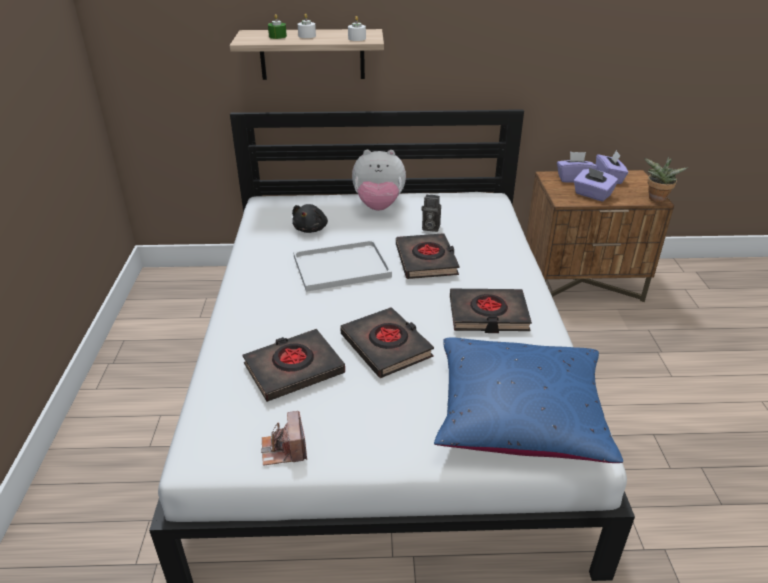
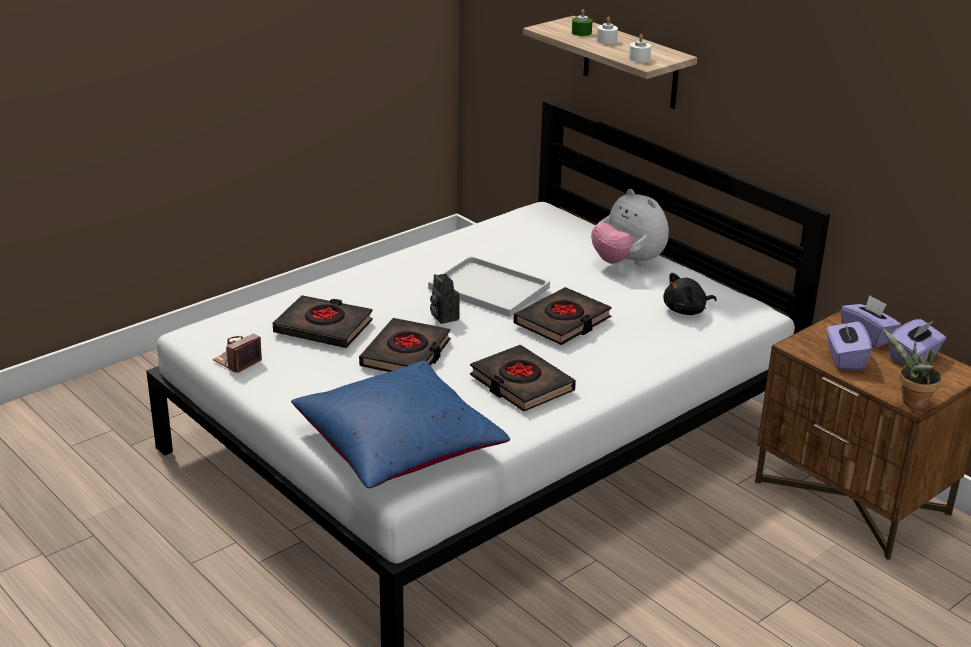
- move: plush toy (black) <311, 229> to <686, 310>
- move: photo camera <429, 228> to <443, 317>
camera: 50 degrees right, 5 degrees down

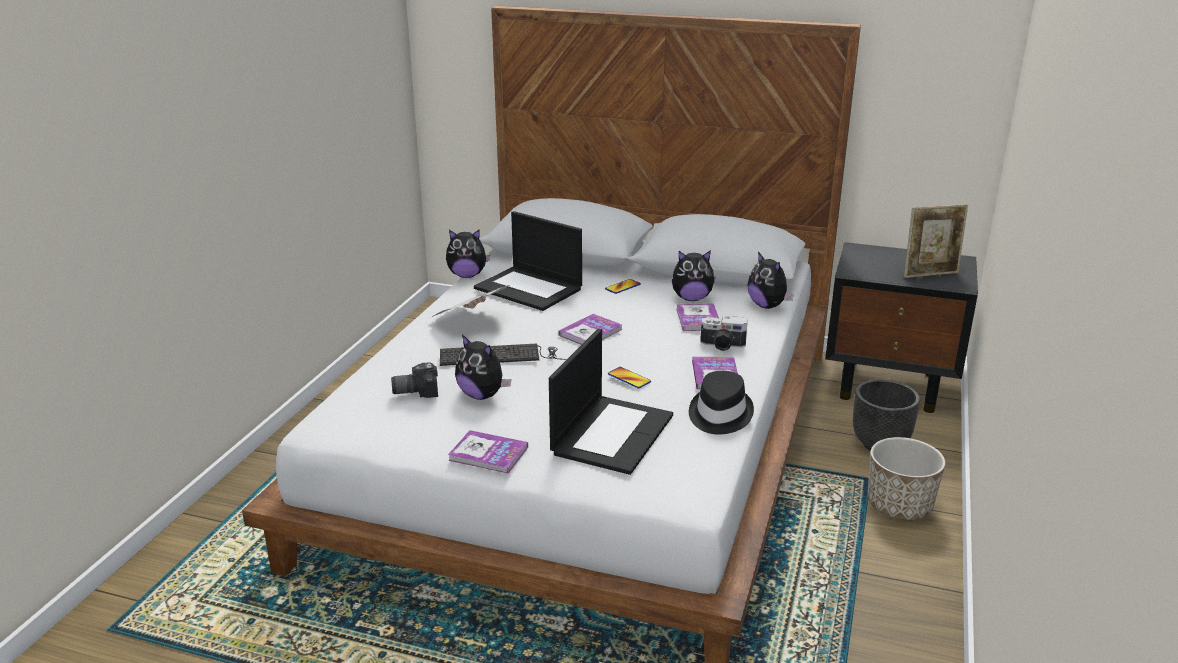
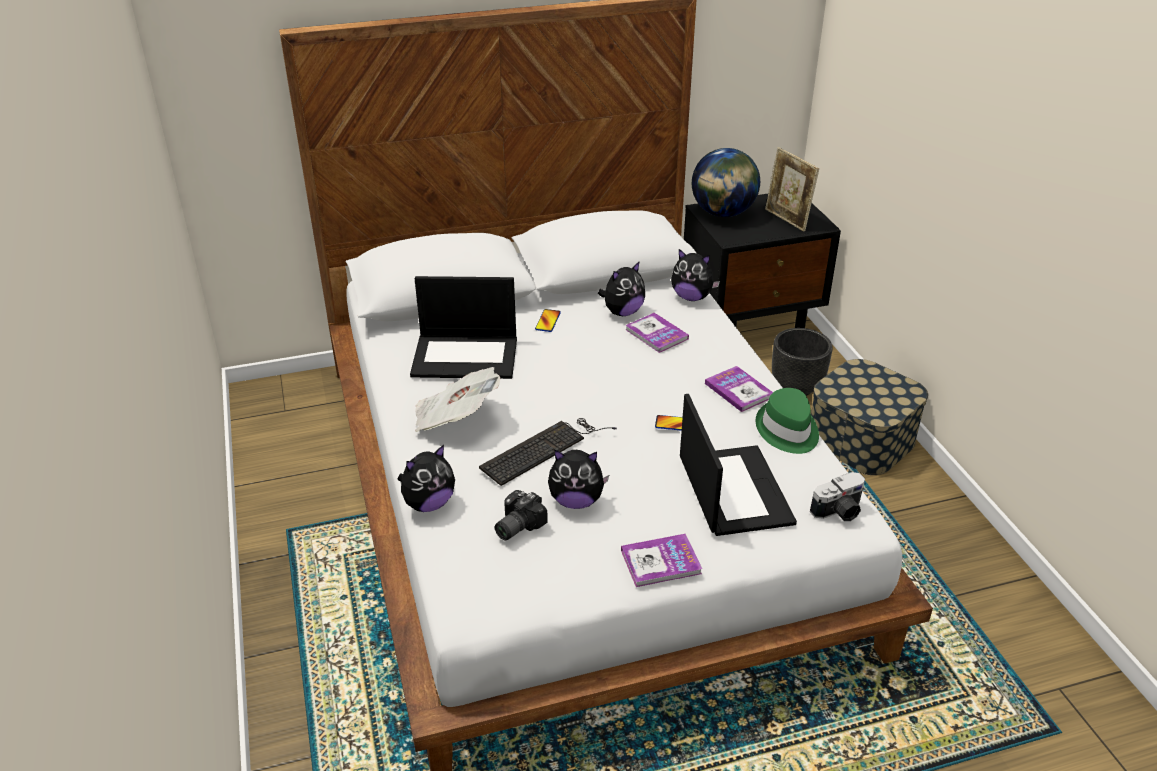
- move: plush toy <467, 275> to <428, 503>
- delete: book <590, 332>
- recolor: hat (black) <719, 414> to hat (green) <787, 430>
- move: photo camera <722, 345> to <839, 512>
- replace: planter <899, 506> to storage box <860, 439>
- rotate: picture frame <930, 274> = <787, 220> 105 degrees clockwise
- insert: globe <723, 213>
camera: 35 degrees left, 10 degrees up

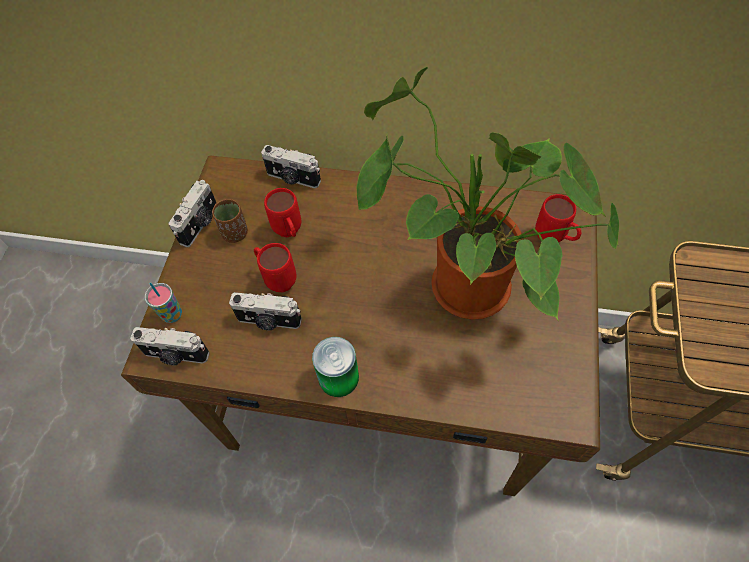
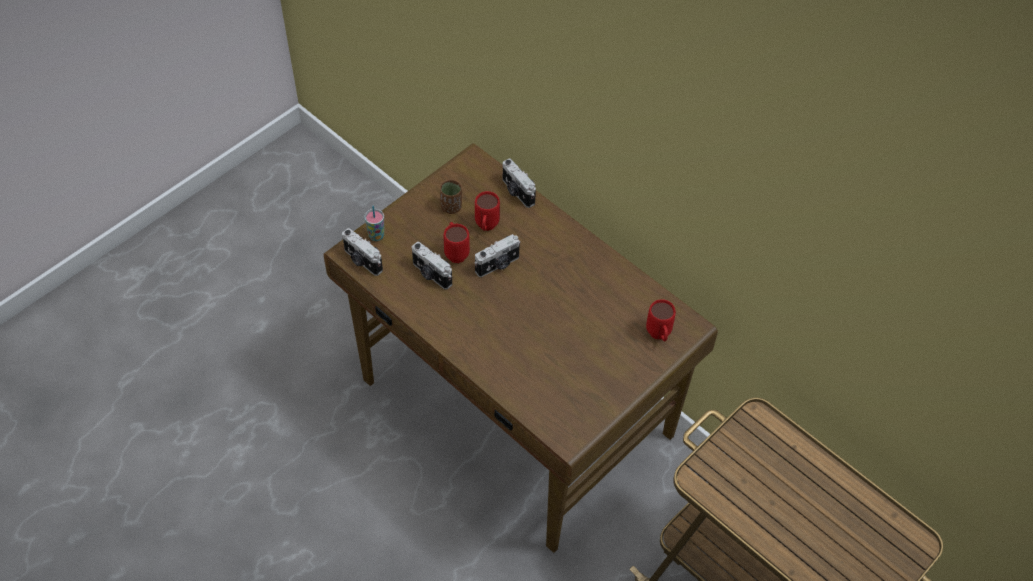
- move: photo camera <200, 224> to <498, 265>
- delete: can <338, 377>
- delete: potted plant <460, 289>
camera: 30 degrees right, 5 degrees down

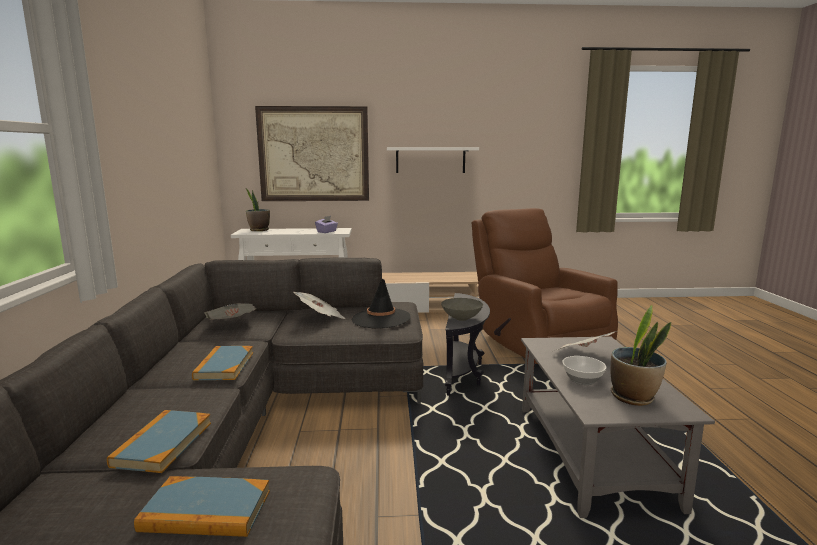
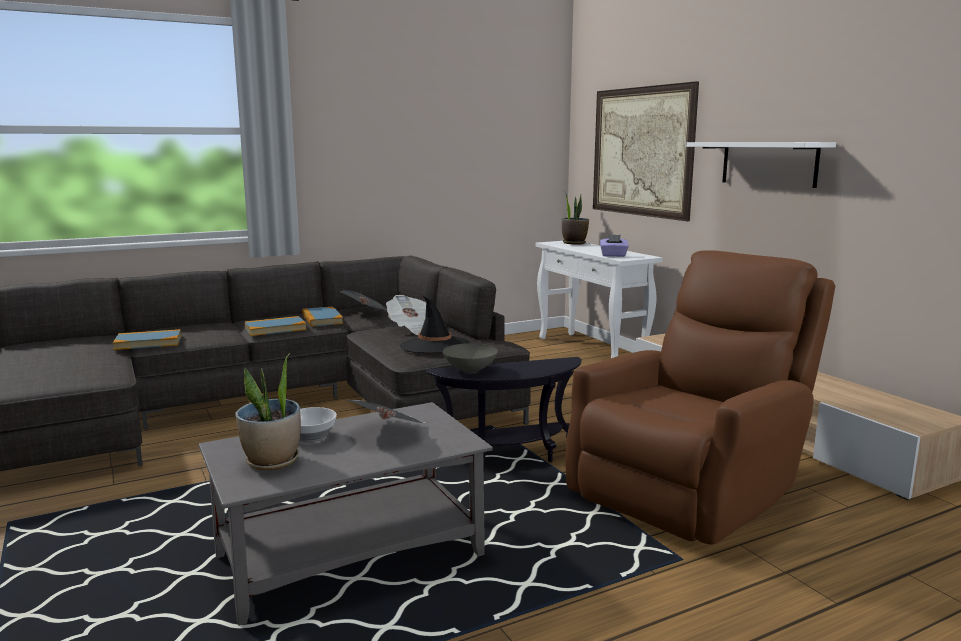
- move: book <206, 511> to <322, 319>
camera: 65 degrees right, 0 degrees up

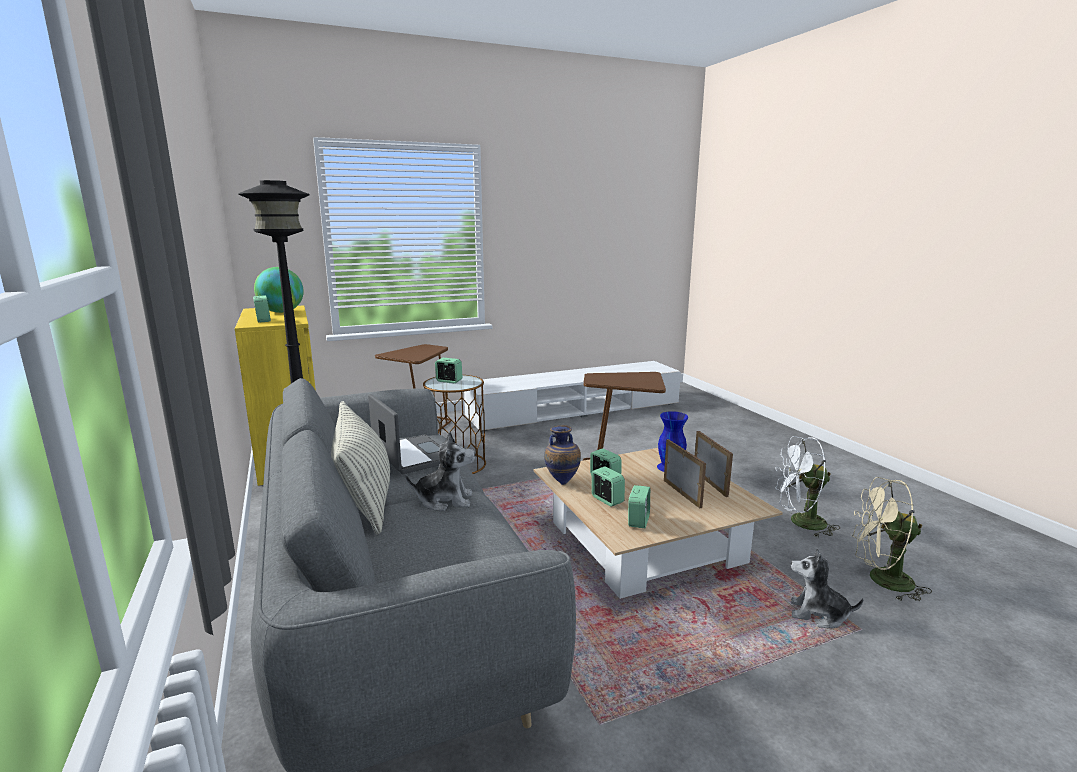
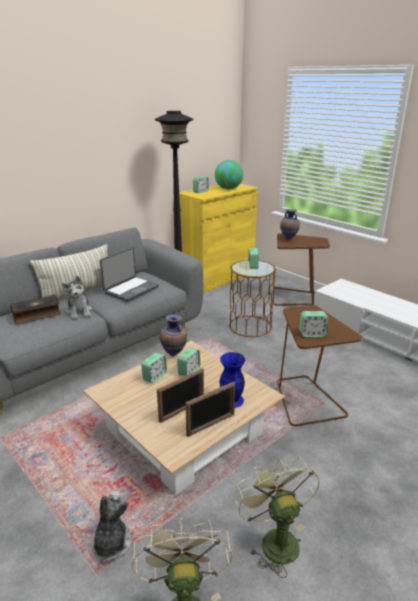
- move: alarm clock <638, 521> to <312, 334>
- recolor: fan (white) <800, 523> to fan (green) <274, 539>
- insert: book <36, 314>
- insert: vase <289, 239>
camera: 70 degrees right, 10 degrees up

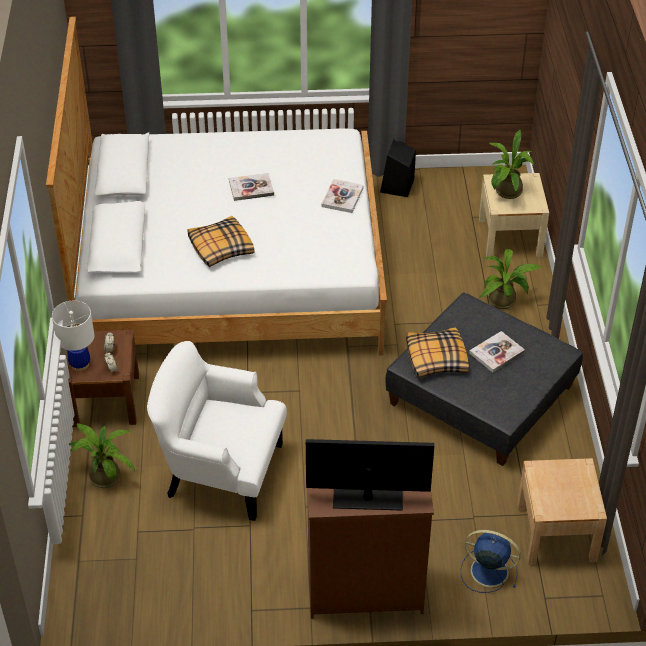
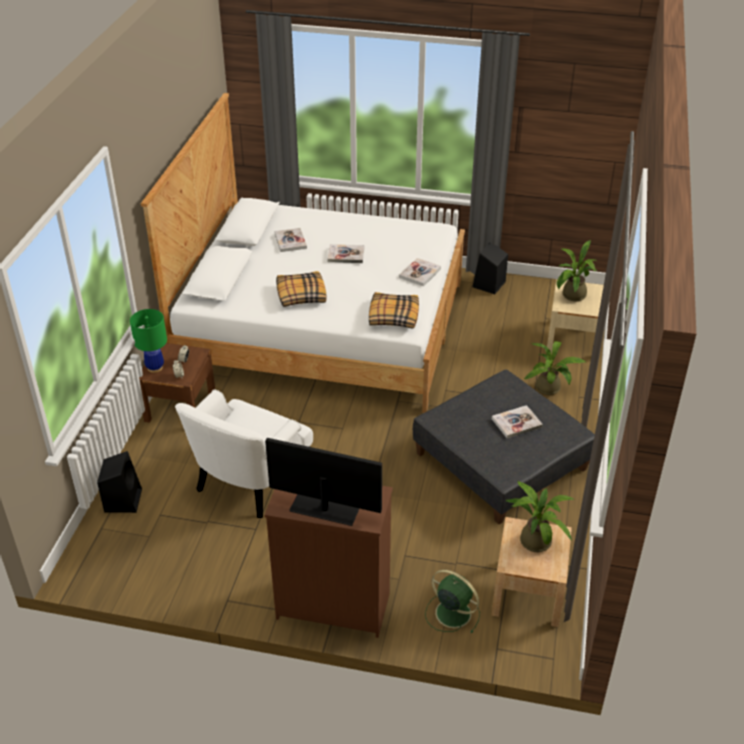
- recolor: table lamp (white) <80, 364> to table lamp (green) <155, 367>
- move: potted plant <104, 474> to <534, 538>
- rotate: armchair (white) <220, 471> = <249, 480> 90 degrees counterclockwise
- move: pillow <436, 359> to <393, 316>
- recolor: fan (blue) <487, 571> to fan (green) <451, 612>
- insert: speaker (black) <123, 499>
- insert: book <290, 241>
camera: 15 degrees right, 5 degrees down

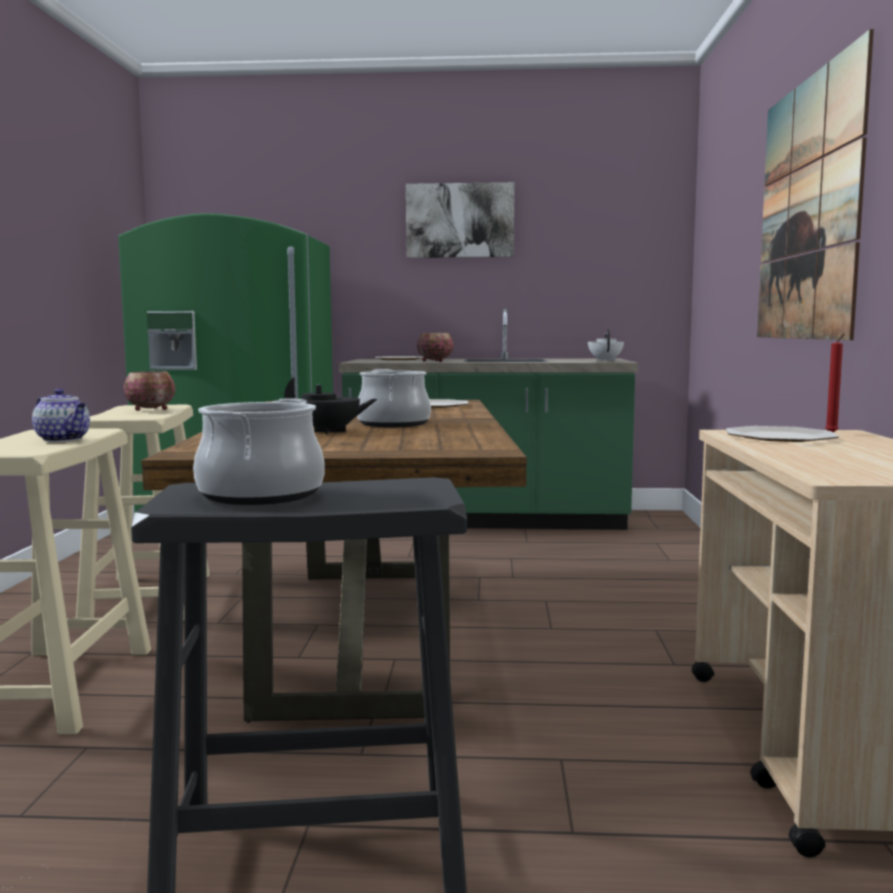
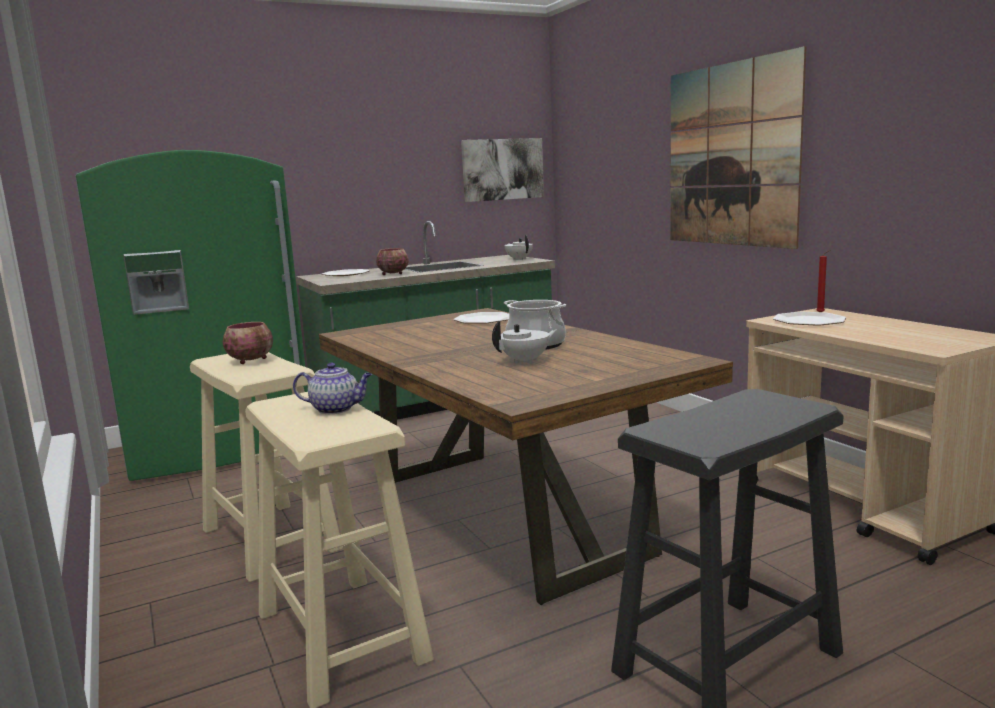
- delete: cooking pot <260, 494>
- recolor: teapot (black) <330, 432> to teapot (white) <526, 361>
- move: picture <460, 220> to <502, 169>
camera: 30 degrees left, 5 degrees up

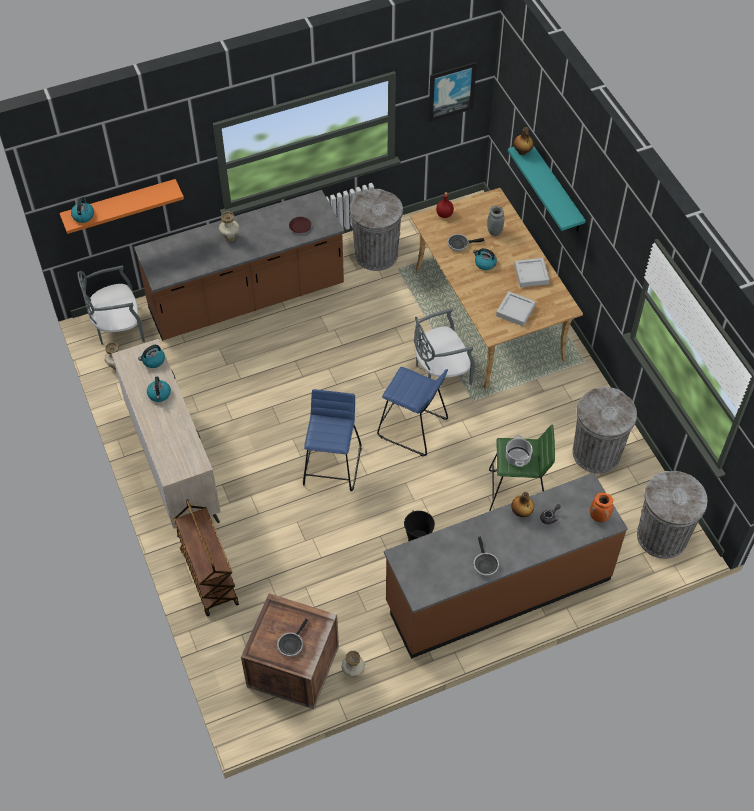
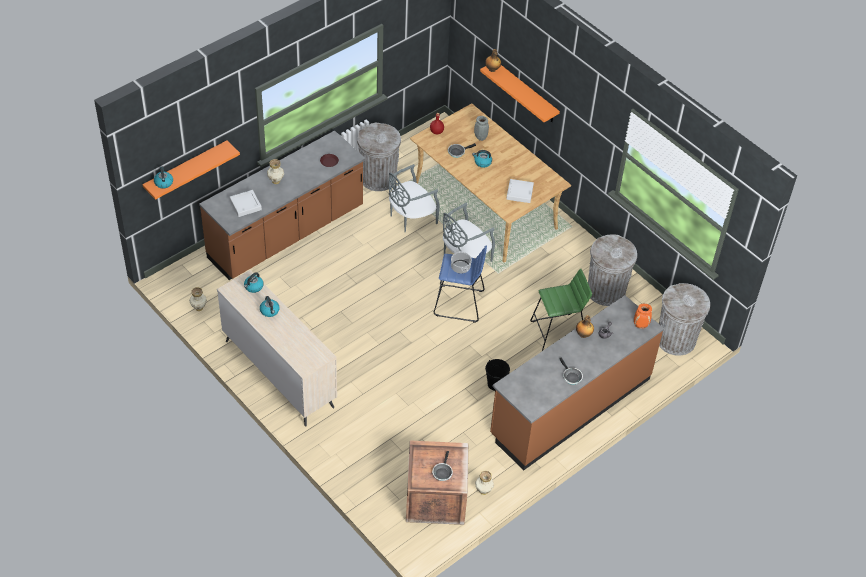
- move: chair (grey) <118, 327> to <411, 217>
- delete: cart (brown) <208, 576>
- delete: stool (blue) <332, 466>
- delete: picture <451, 91>
- move: cooking pot <517, 457> to <460, 267>
- recolor: shelf (turquoise) <556, 188> to shelf (orange) <526, 93>
- move: tray (grey) <531, 274> to <245, 205>
camera: 20 degrees left, 5 degrees down

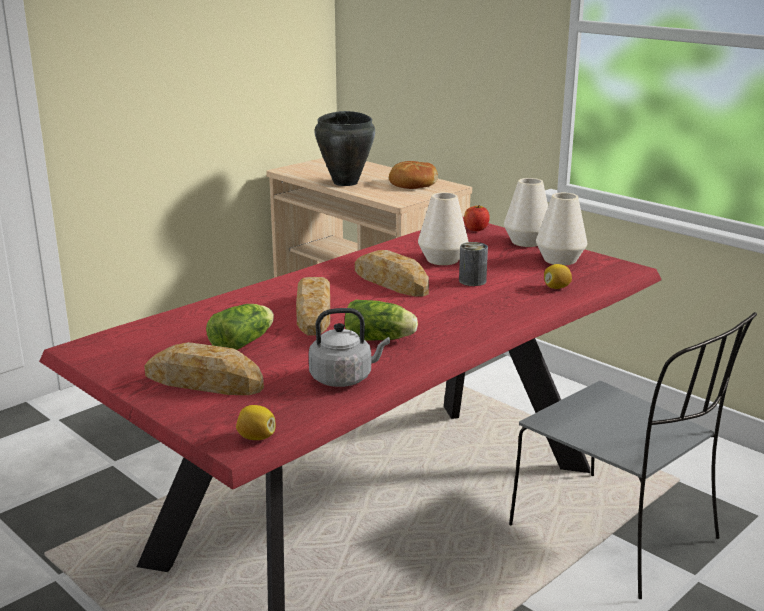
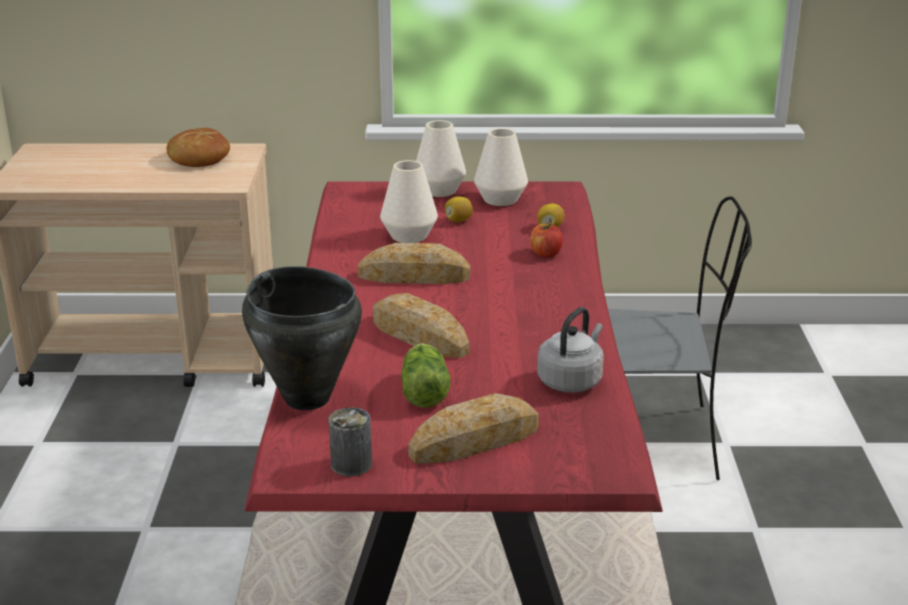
- move: lemon <256, 437> to <458, 220>
- move: cooking pot (black) <346, 182> to <307, 397>
- delete: lettuce <381, 339>
- move: can <472, 281> to <351, 464>
- move: apple <476, 229> to <545, 253>
camera: 45 degrees left, 5 degrees up

